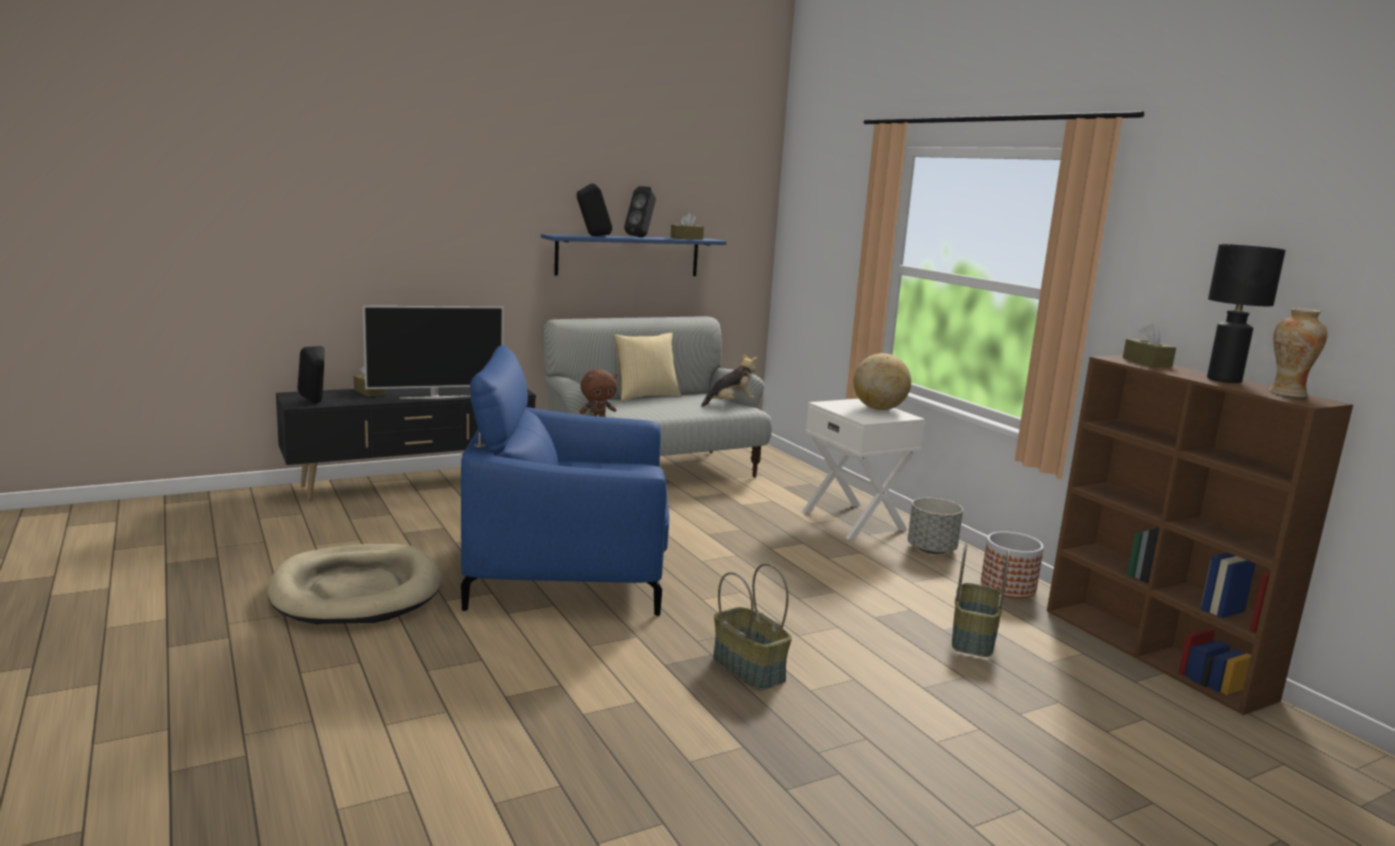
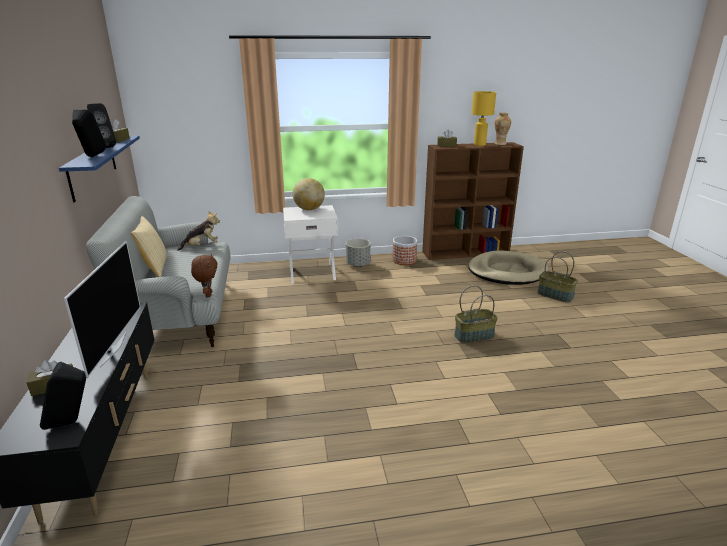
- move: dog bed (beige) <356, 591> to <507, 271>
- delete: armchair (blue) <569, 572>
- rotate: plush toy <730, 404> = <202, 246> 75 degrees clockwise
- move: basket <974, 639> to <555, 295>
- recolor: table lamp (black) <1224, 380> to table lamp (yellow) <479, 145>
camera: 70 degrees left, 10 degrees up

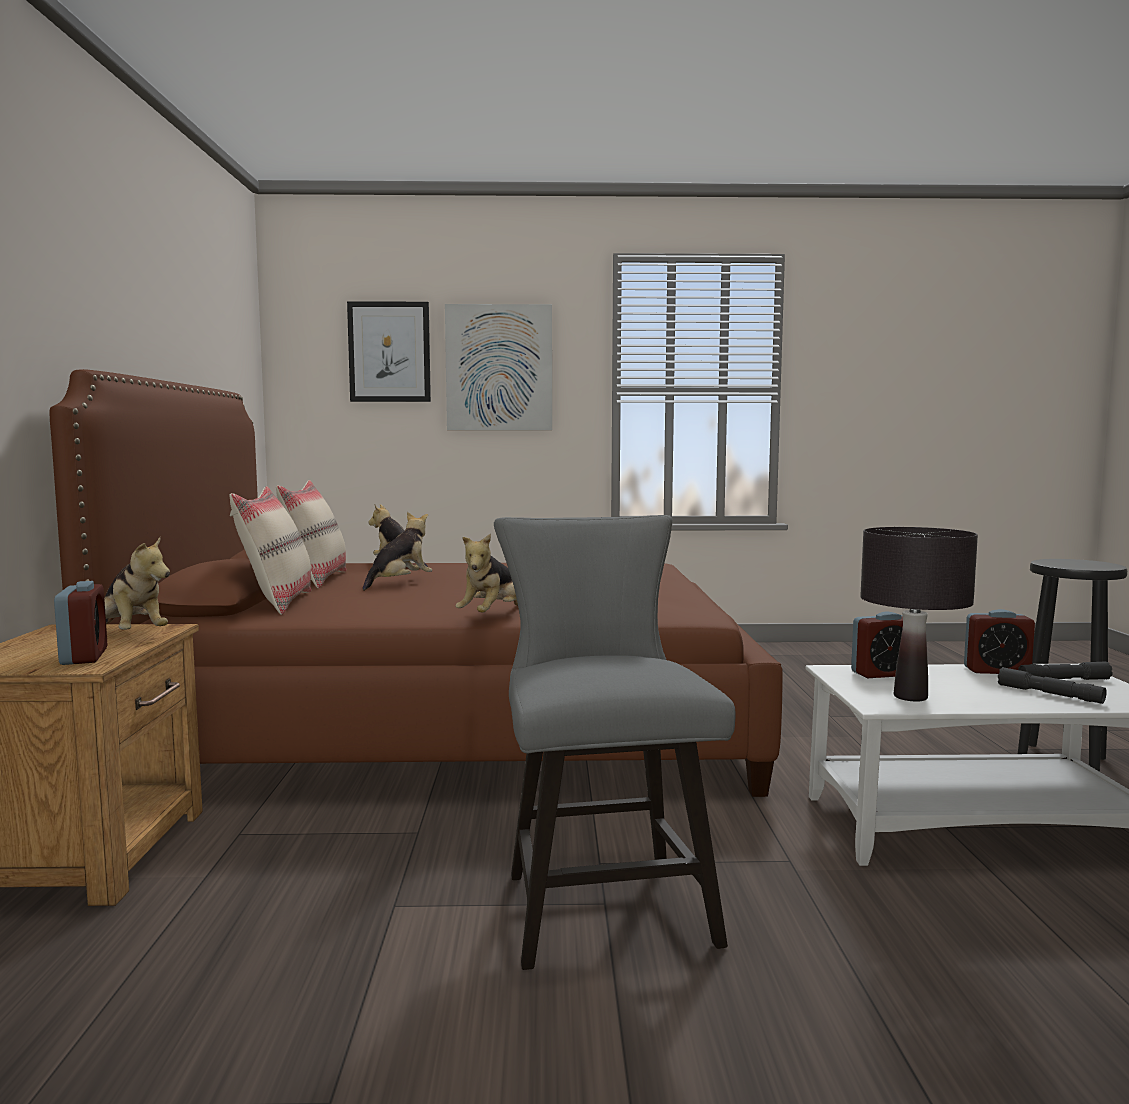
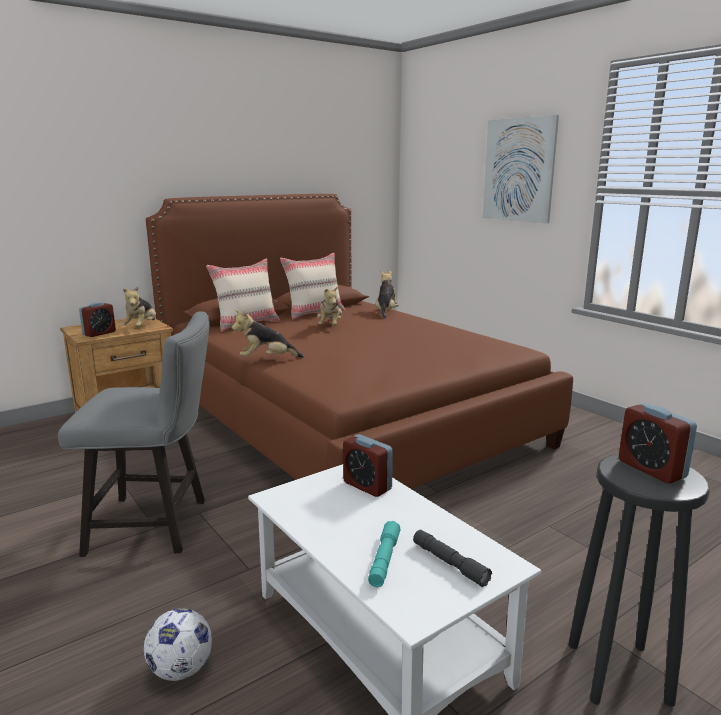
- delete: picture <389, 352>
- rotate: plush toy <399, 583> = <330, 326> 90 degrees clockwise
- rotate: chair (grey) <601, 900> = <157, 525> 45 degrees clockwise
- delete: table lamp (black) <910, 697>
- move: alarm clock <996, 671> to <651, 469>
- recolor: flashlight (grey) <1049, 694> to flashlight (turquoise) <384, 560>
- insert: football <181, 669>
camera: 55 degrees right, 10 degrees up

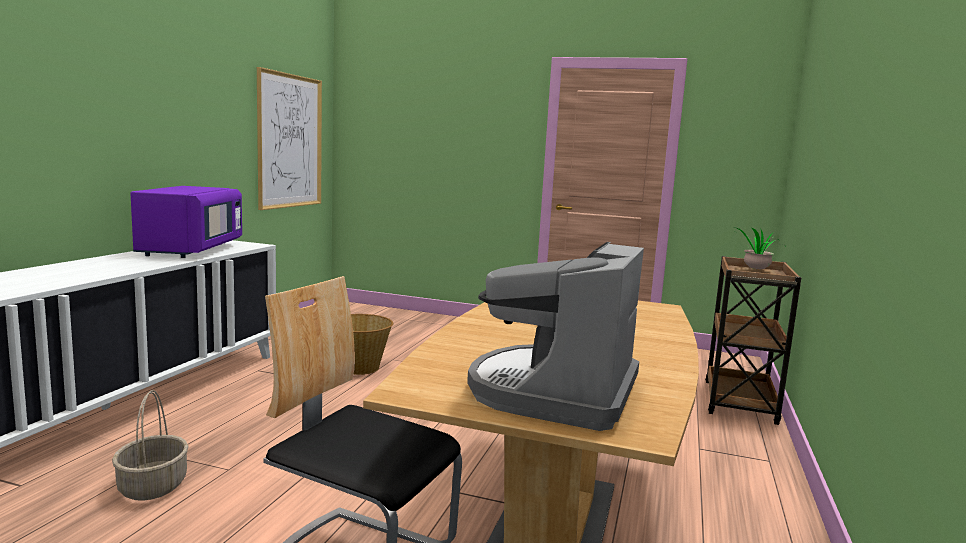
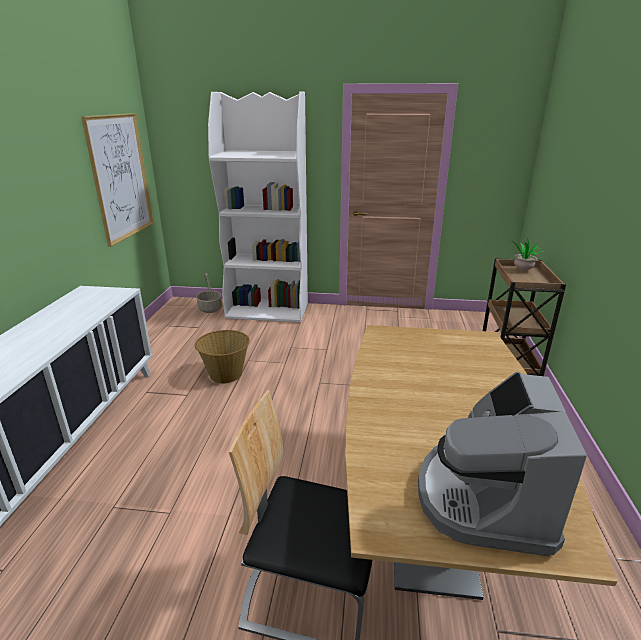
- move: basket <153, 486> to <210, 309>
- delete: microwave (purple) <191, 250>
- insert: bookcase (white) <268, 311>
camera: 10 degrees left, 15 degrees up

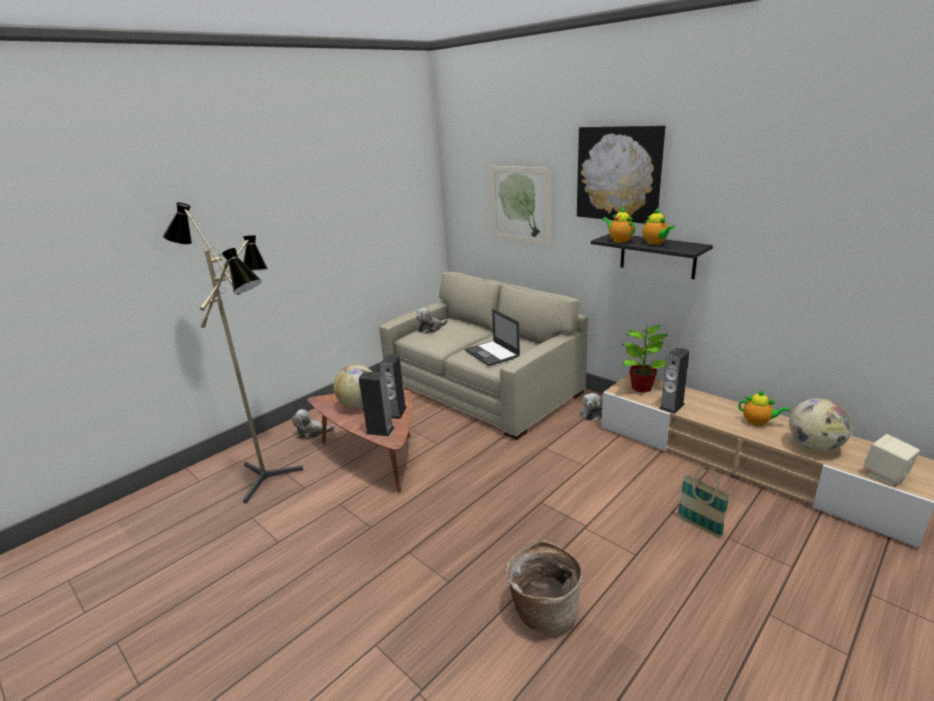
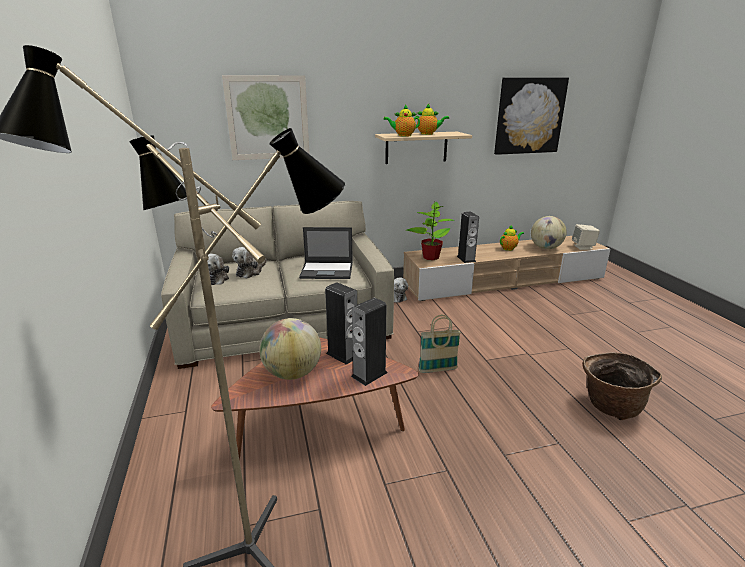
- move: plush toy <312, 432> to <250, 272>
- move: picture <619, 174> to <529, 116>
- recolor: shelf (black) <657, 255> to shelf (beige) <416, 147>
- move: basket <699, 526> to <437, 370>
camera: 60 degrees left, 0 degrees up

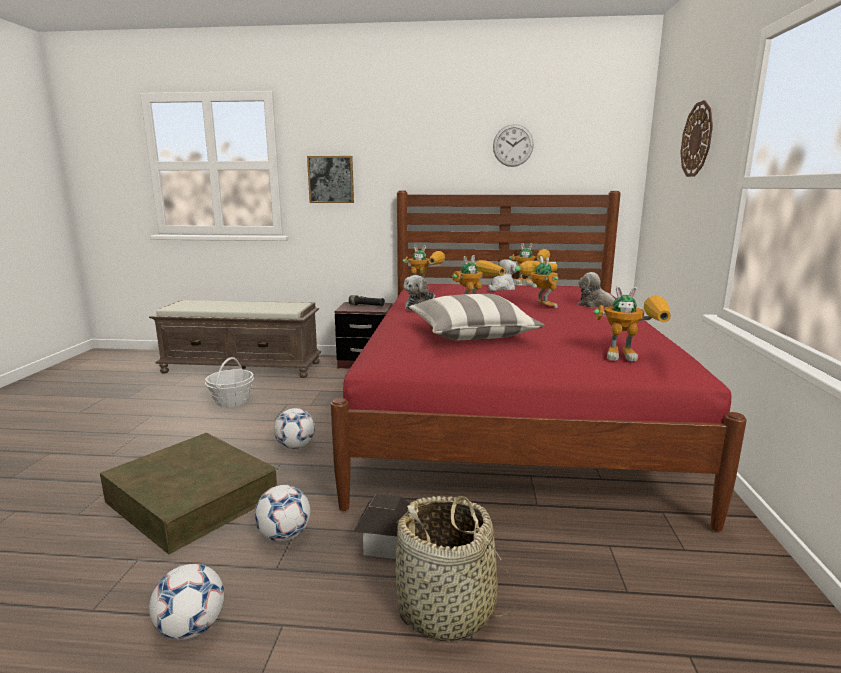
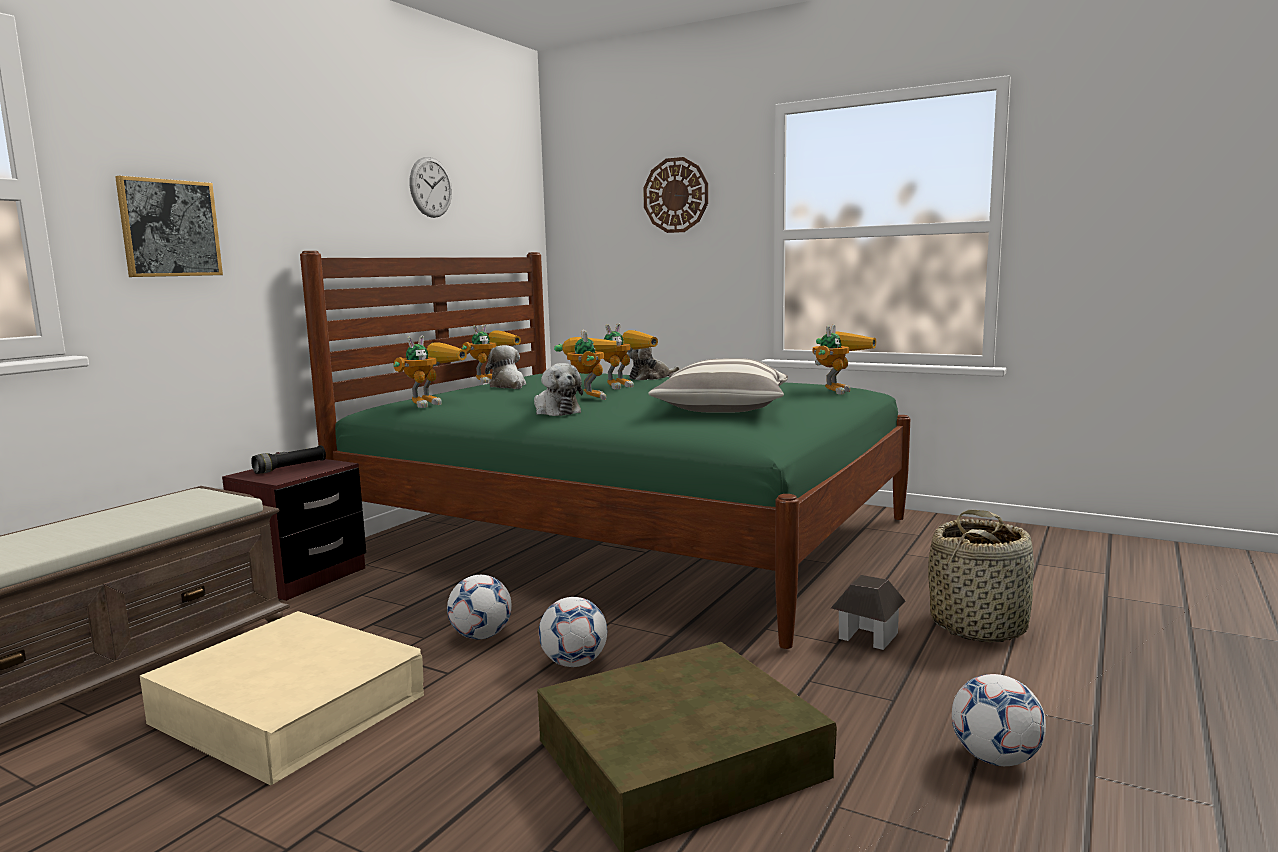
- replace: basket <232, 401> to storage box (beige) <289, 709>
- move: football <284, 536> to <481, 636>
- recolor: bed (red) <507, 416> to bed (green) <628, 536>
- rotate: toy robot <538, 305> = <624, 385> 135 degrees clockwise
camera: 65 degrees left, 5 degrees down

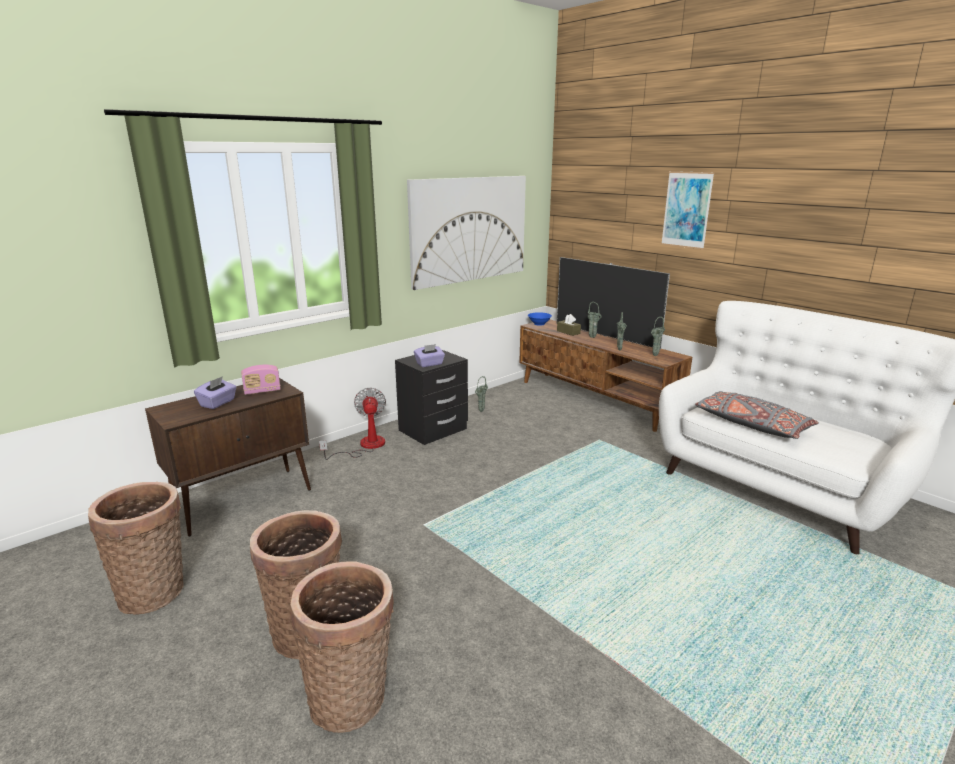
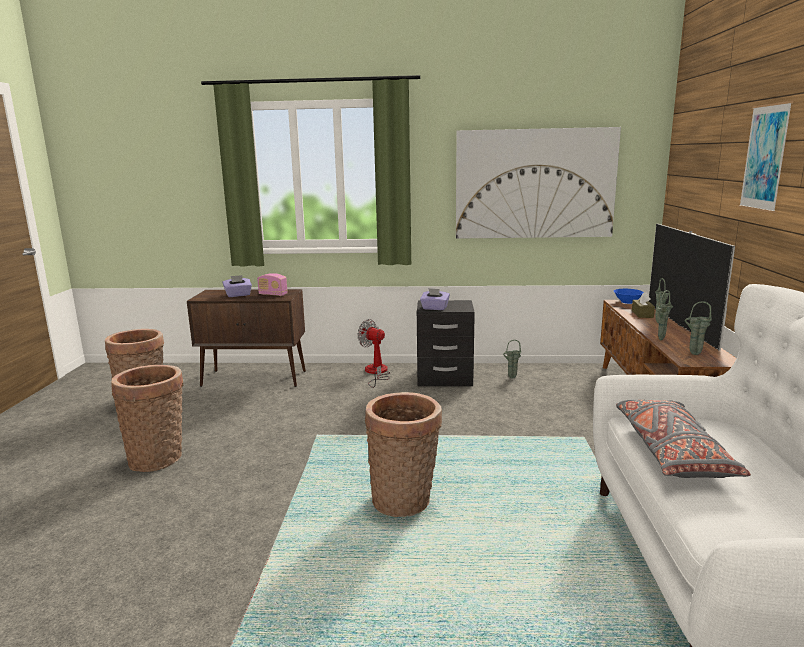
- move: basket <352, 697> to <405, 501>
- rotate: fan <364, 446> = <376, 373> 90 degrees counterclockwise
camera: 45 degrees right, 5 degrees down

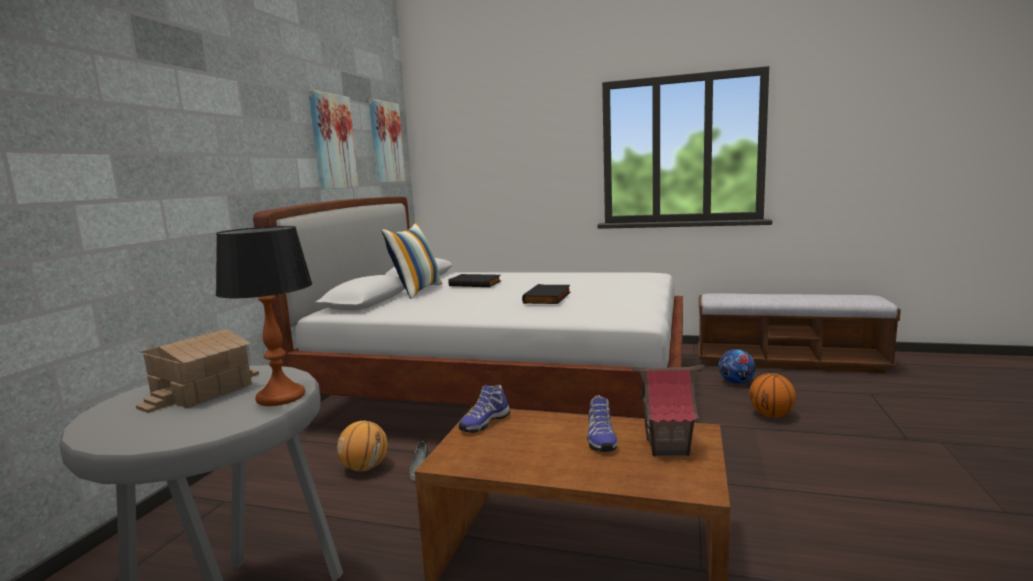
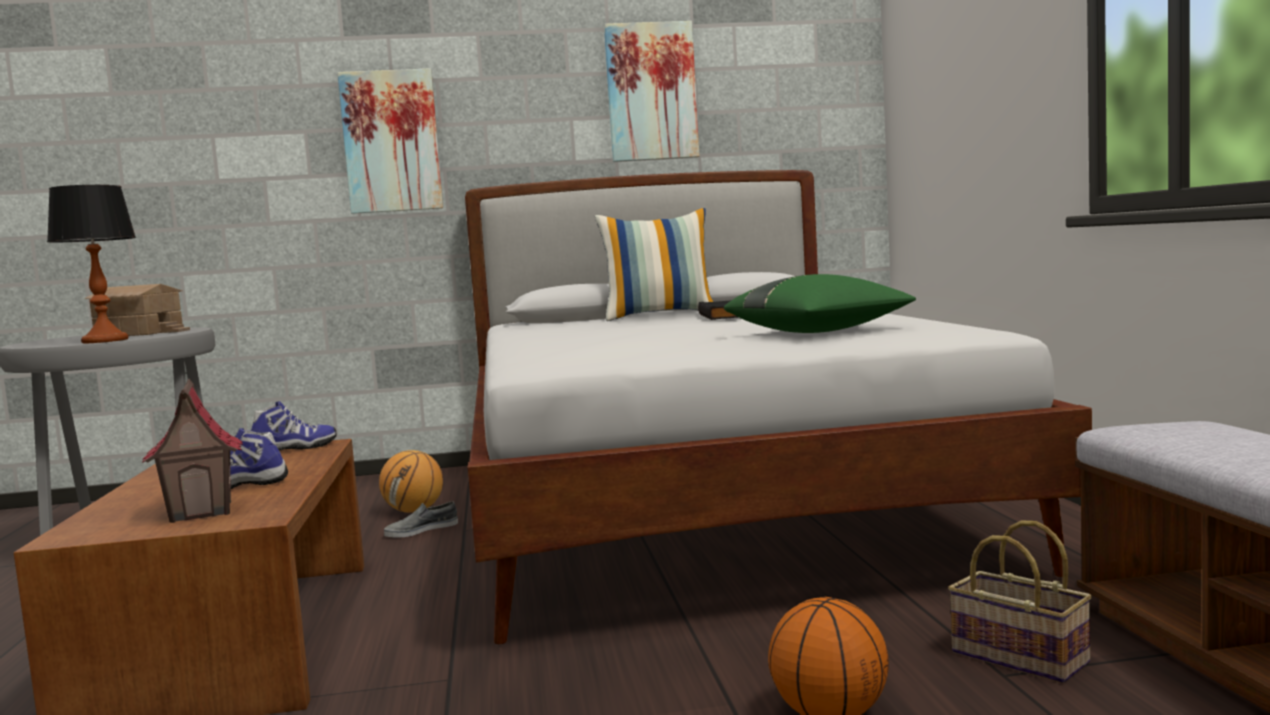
- move: picture <386, 142> to <391, 141>
- rotate: shoe <484, 423> = <294, 449> 135 degrees clockwise
- delete: book (black) <548, 298>
- replace: football <736, 382> to basket <1015, 657>
- insert: pillow (green) <819, 332>
camera: 65 degrees right, 5 degrees down

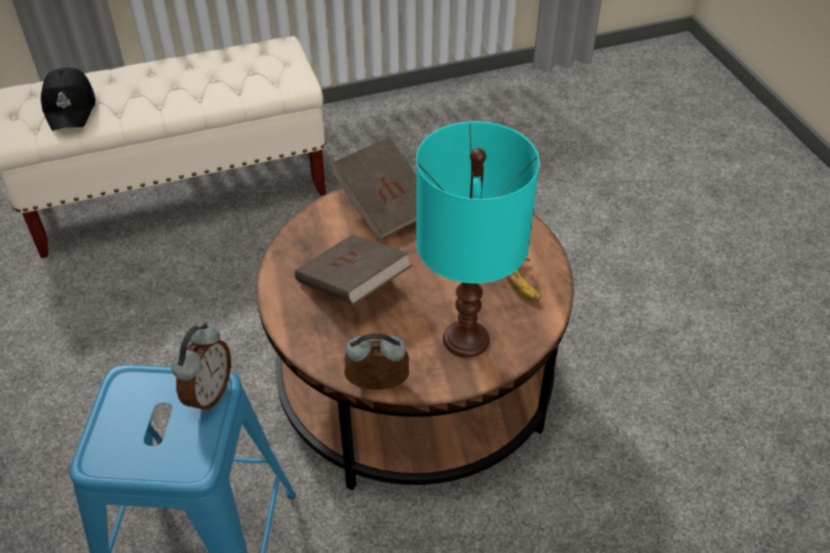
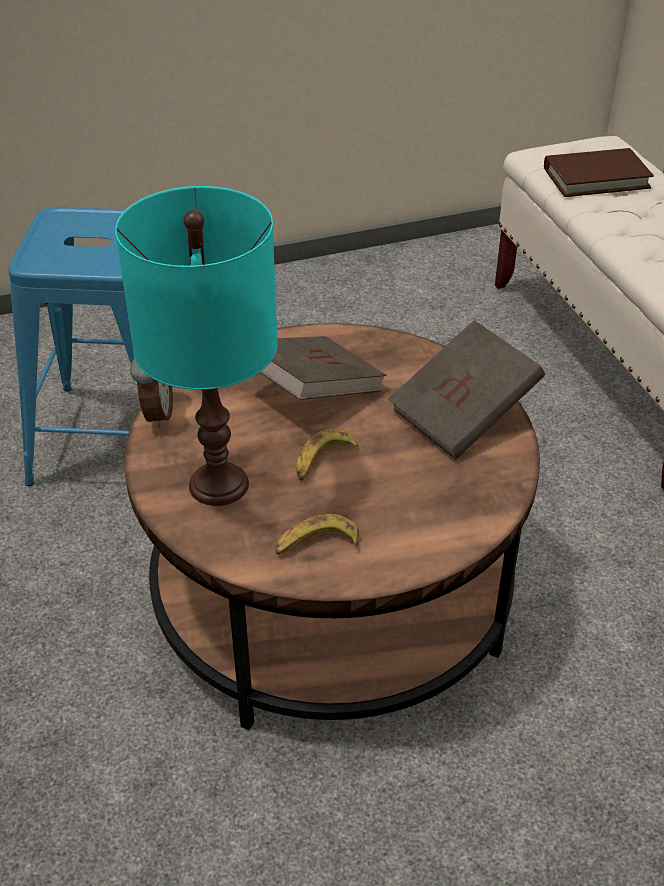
- replace: cap (black) <71, 107> to book (brown) <596, 178>
- delete: alarm clock <208, 394>
- insert: banana <322, 461>
camera: 90 degrees right, 5 degrees down

